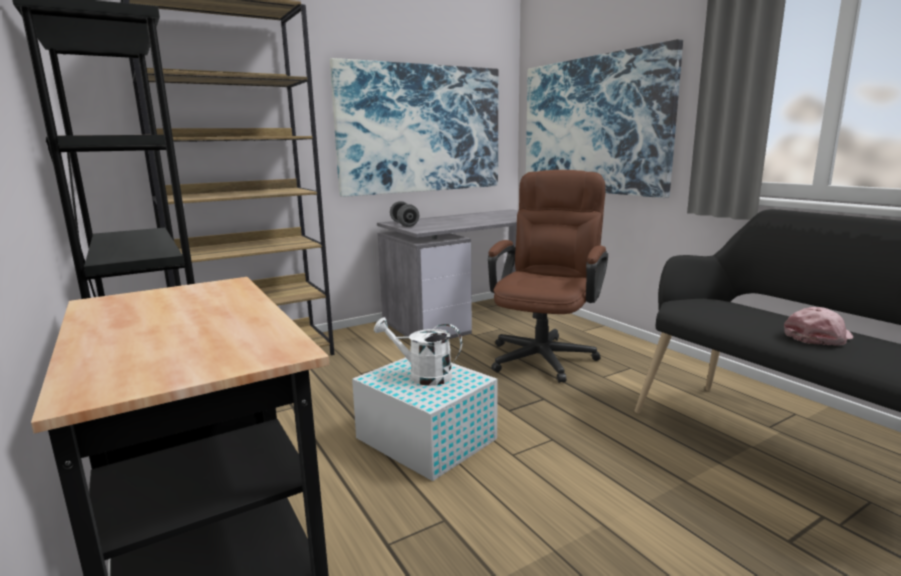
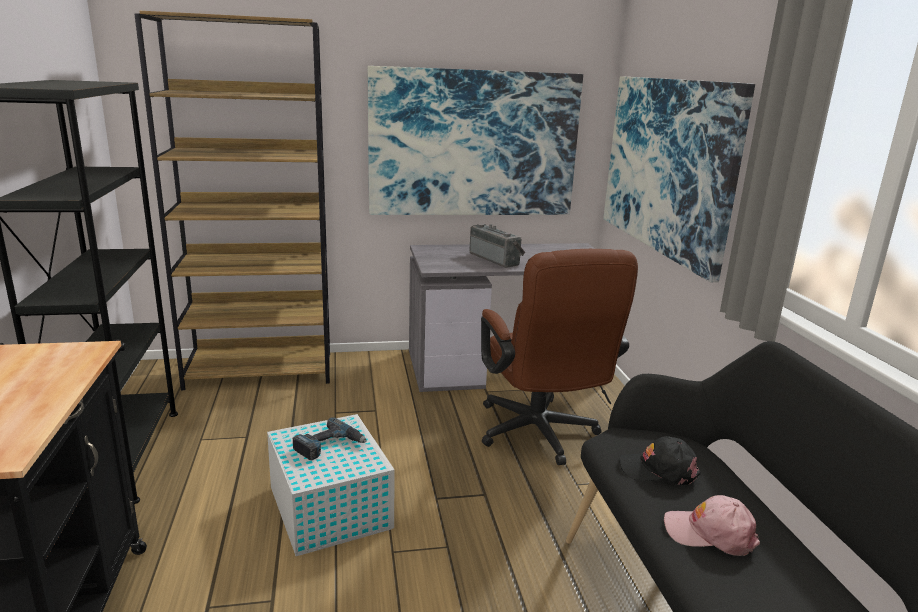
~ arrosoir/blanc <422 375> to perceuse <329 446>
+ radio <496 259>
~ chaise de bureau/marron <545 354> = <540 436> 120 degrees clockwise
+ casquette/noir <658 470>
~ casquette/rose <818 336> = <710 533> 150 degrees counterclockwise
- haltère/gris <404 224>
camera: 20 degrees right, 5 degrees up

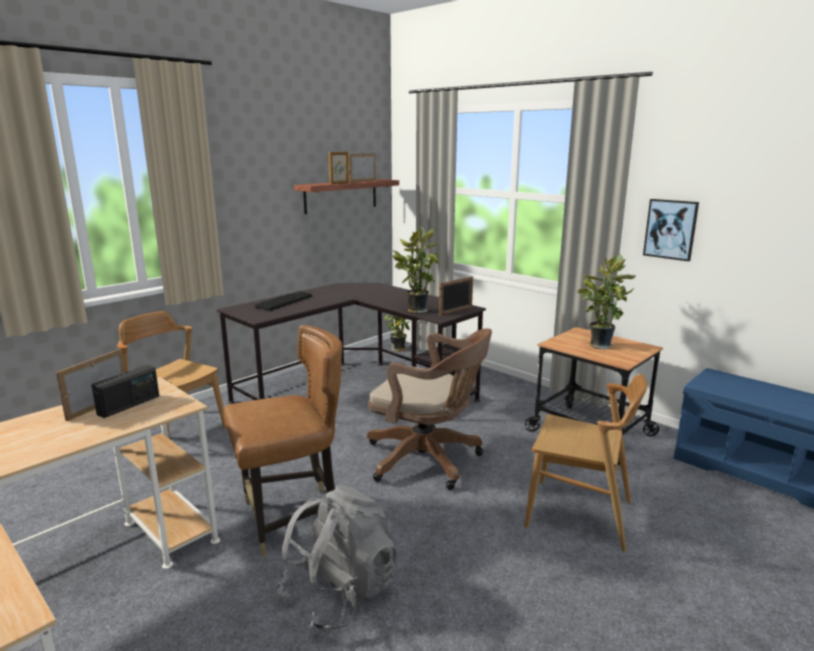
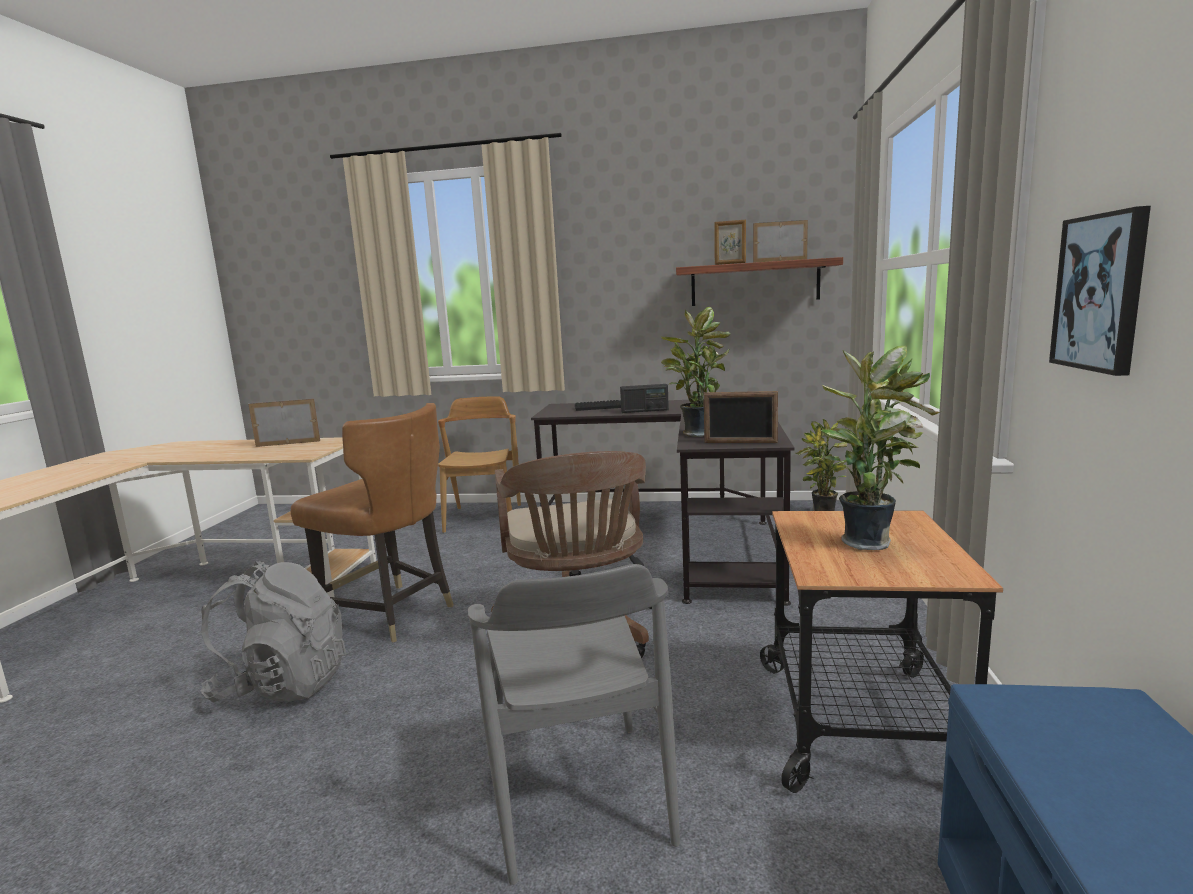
~ chaise/marron <579 514> to chaise/gris <578 797>
~ radio <129 405> to <644 411>
camera: 55 degrees right, 5 degrees down

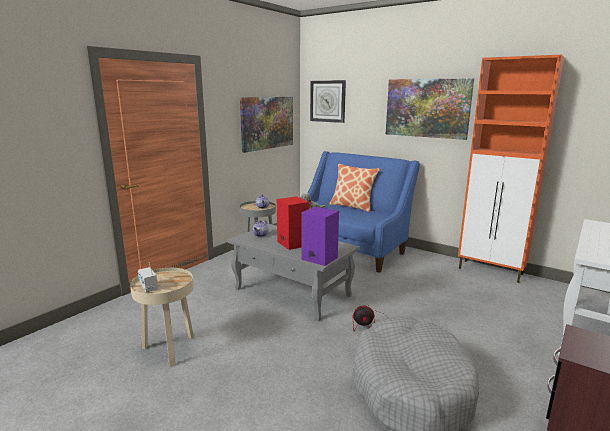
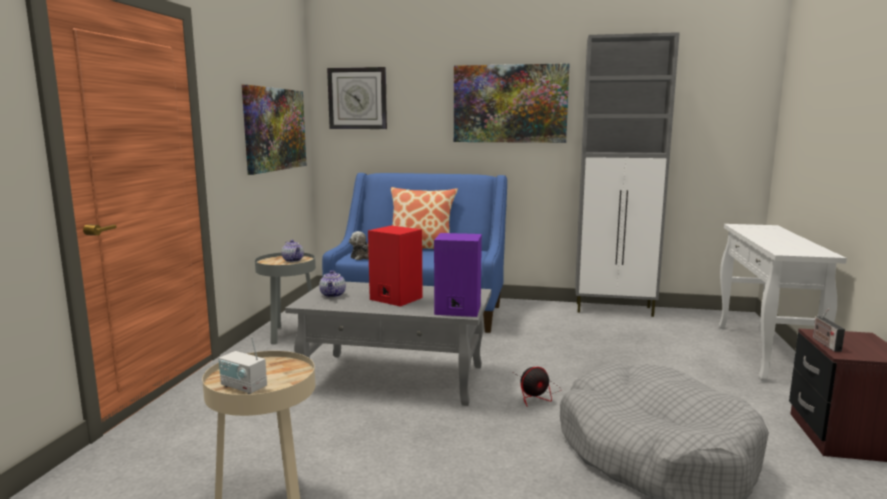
~ meuble de rangement/orange <491 271> to meuble de rangement/gris <615 310>
+ radio <824 343>
camera: 25 degrees left, 5 degrees down

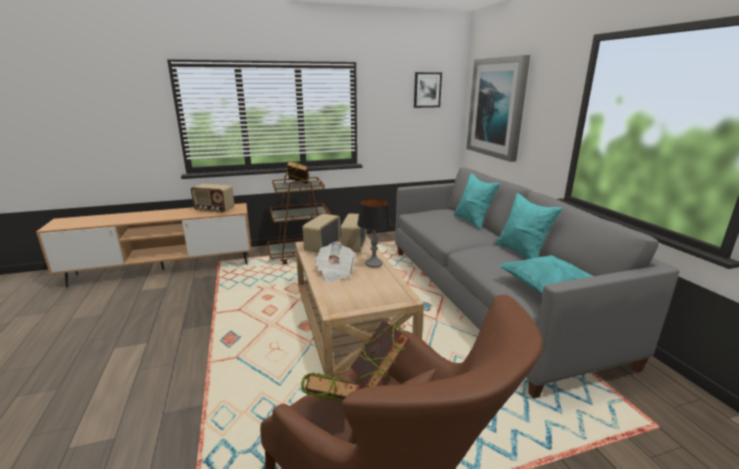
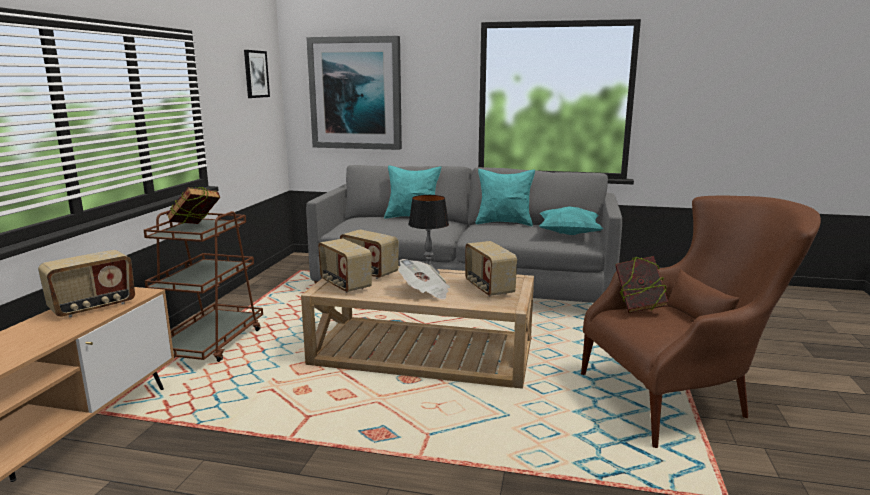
+ radio <488 288>
- livre <330 413>
camera: 60 degrees left, 5 degrees down

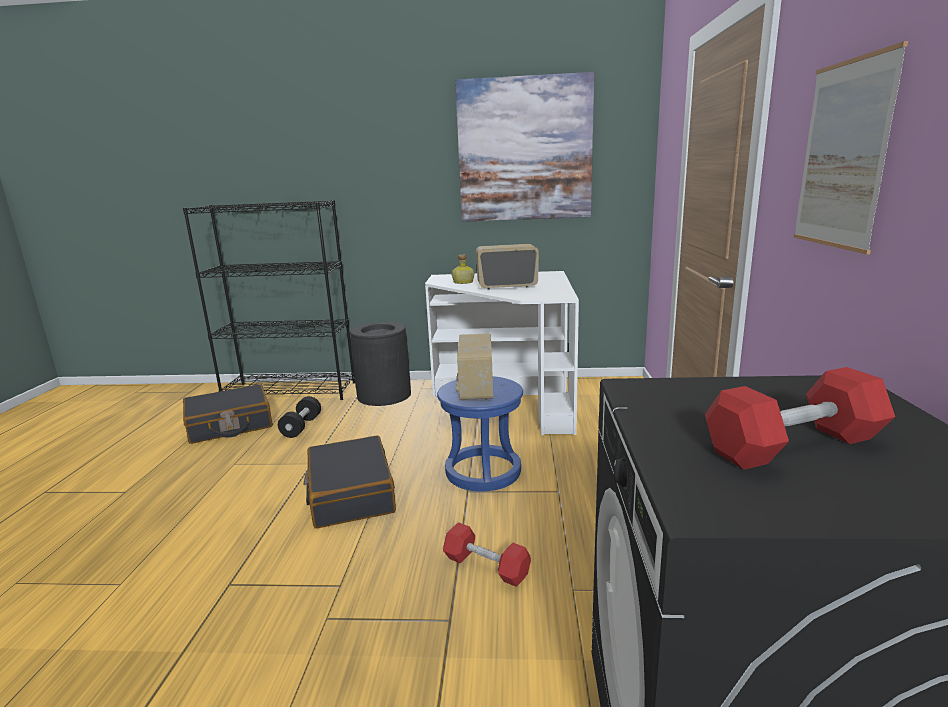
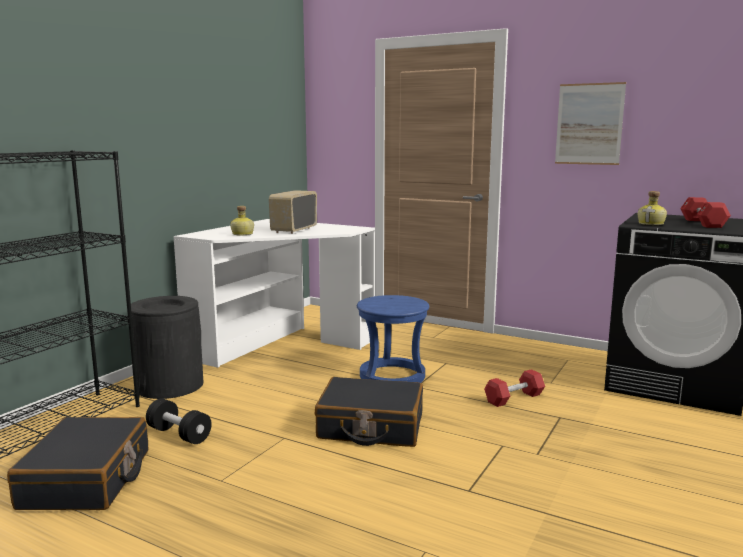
+ bouteille <651 224>
- tableau <524 150>
- radio <475 390>
camera: 65 degrees left, 5 degrees down

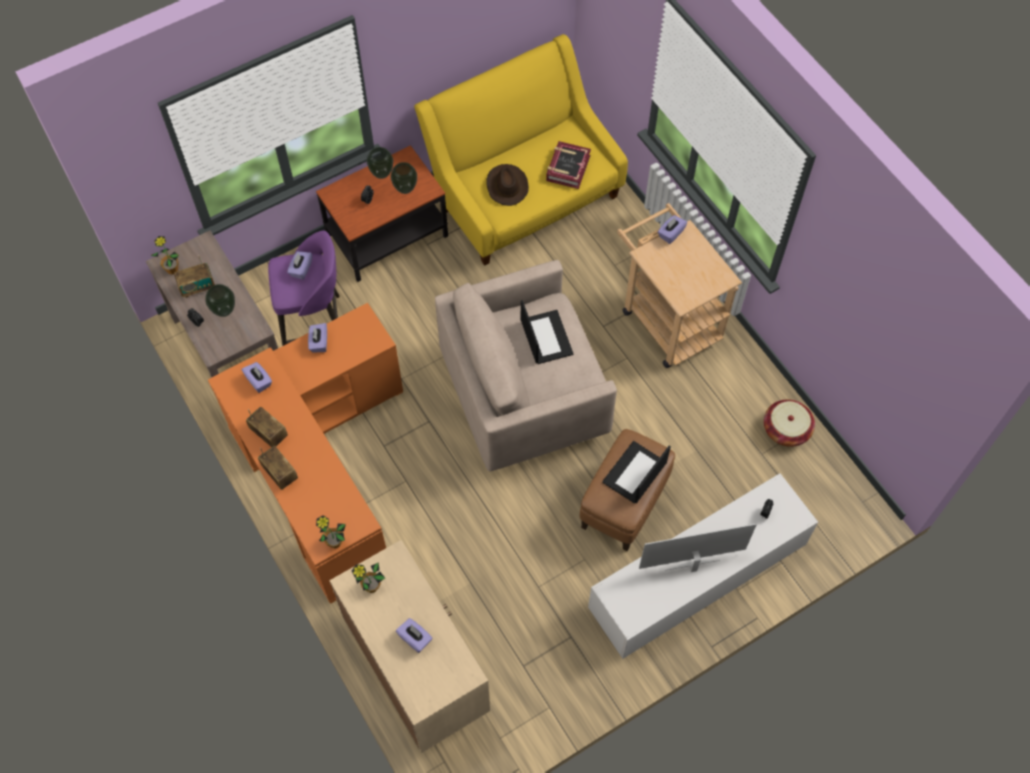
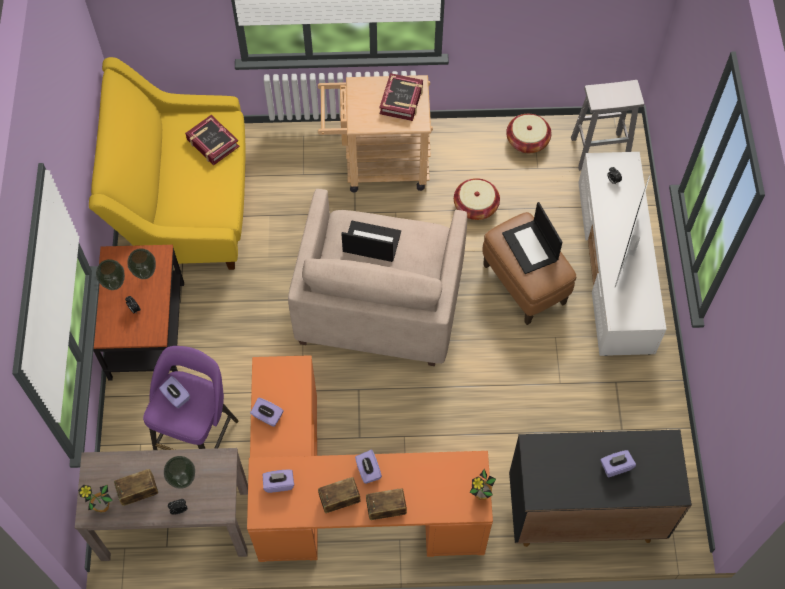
~ radio <197 287> = <139 492> 120 degrees counterclockwise
~ boîte à mouchoirs/violet <671 234> to <368 471>
+ livre <401 100>
+ panier <475 206>
~ meuble de rangement/beige <416 670> to meuble de rangement/noir <582 513>
+ tabouret/blanc <600 151>
- plante en pot <371 587>
- chapeau/marron <506 186>
camera: 60 degrees left, 0 degrees up

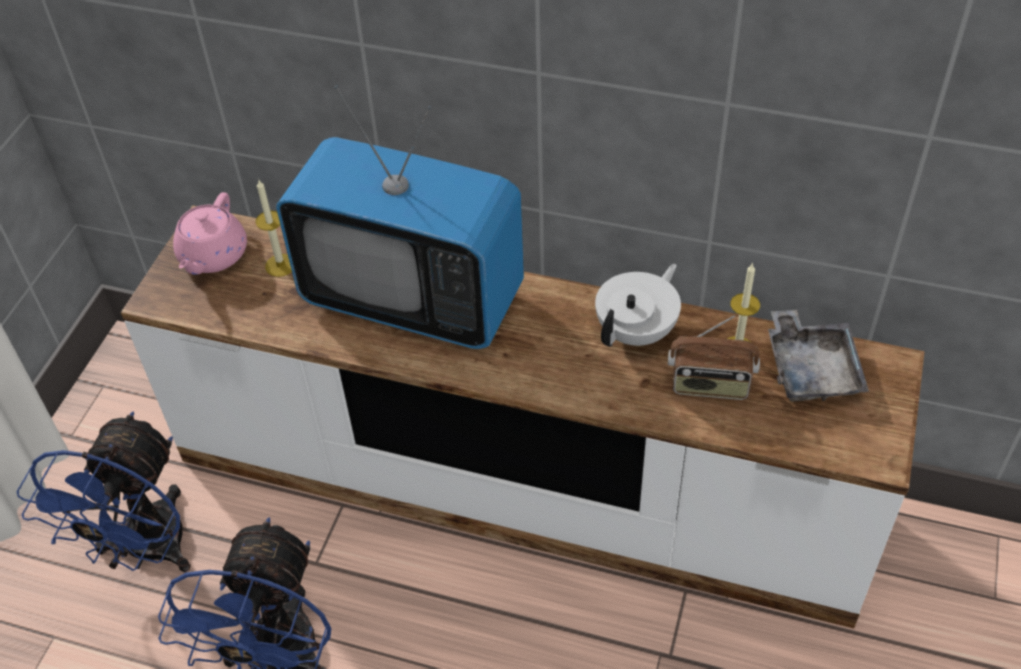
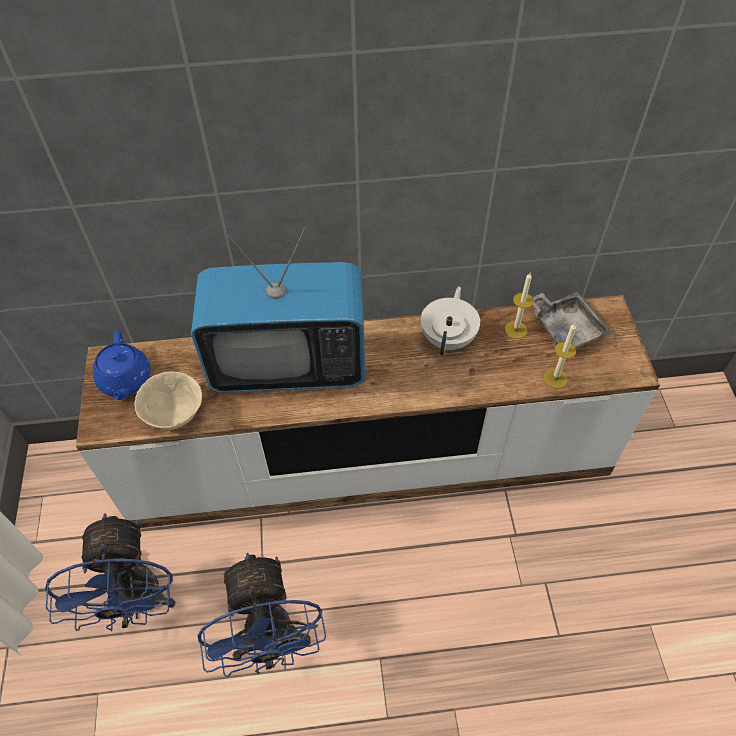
~ théière/rose <212 256> to théière/bleu <125 380>
+ bol/beige <175 416>
~ bougie <280 265> to <555 378>
- radio <710 385>
camera: 25 degrees left, 5 degrees up

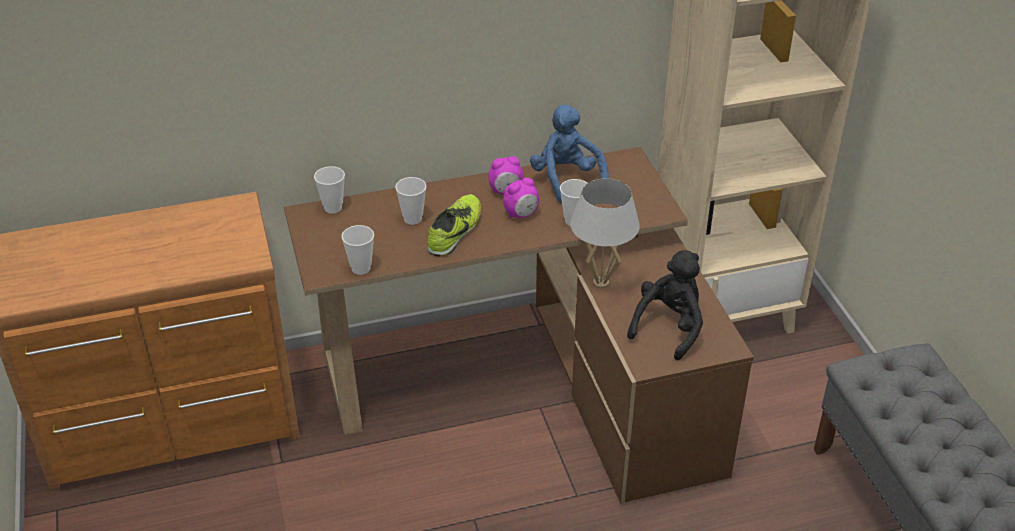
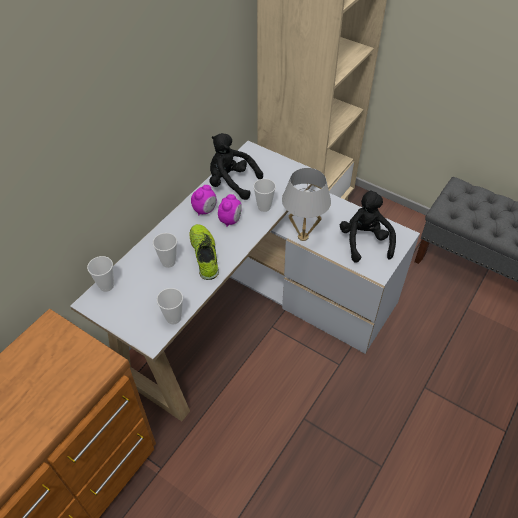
~ bureau/marron <531 380> to bureau/blanc <251 313>
~ peluche/bleu <566 180> to peluche/noir <231 183>
camera: 40 degrees left, 10 degrees up

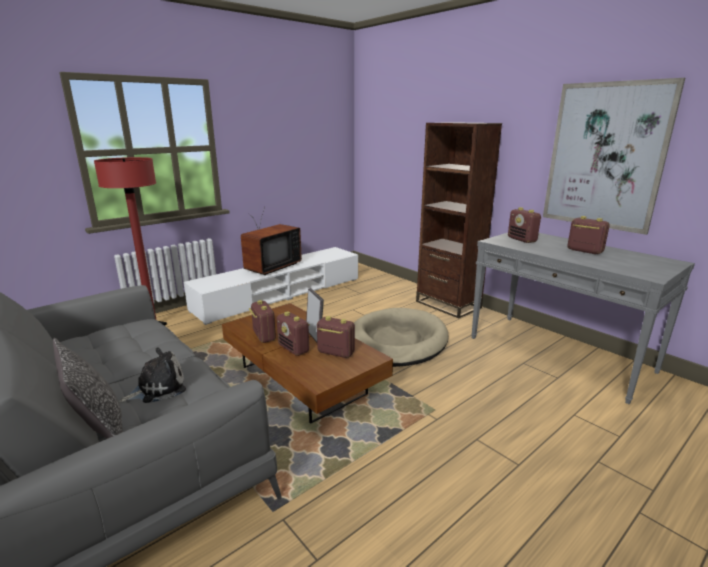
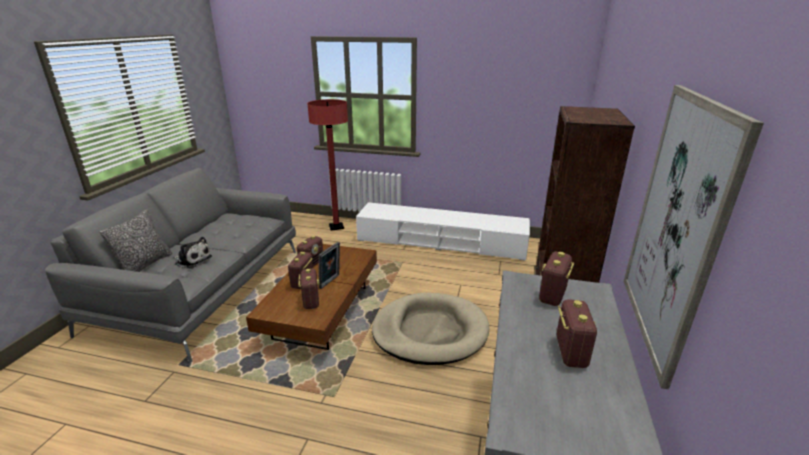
- téléviseur <270 267>
camera: 55 degrees right, 5 degrees up

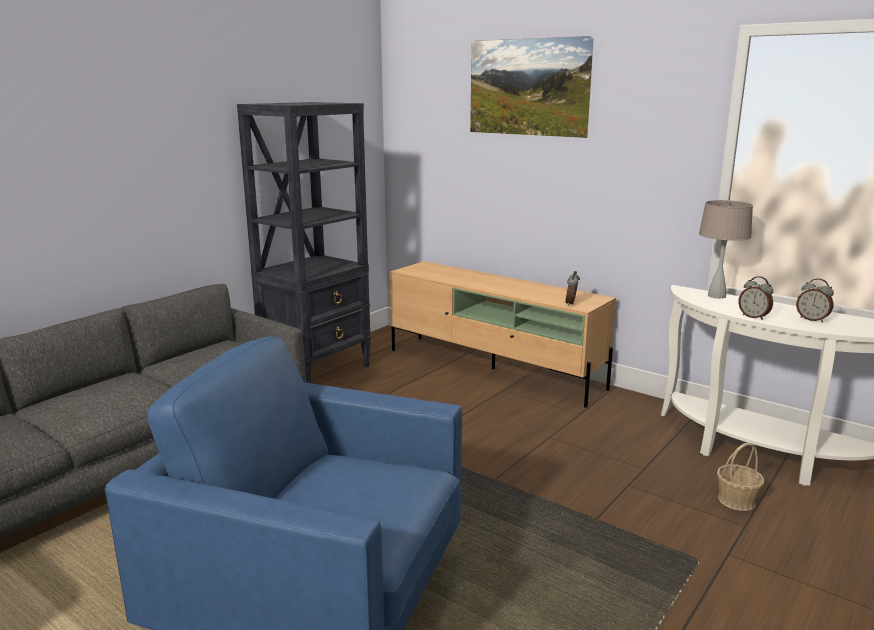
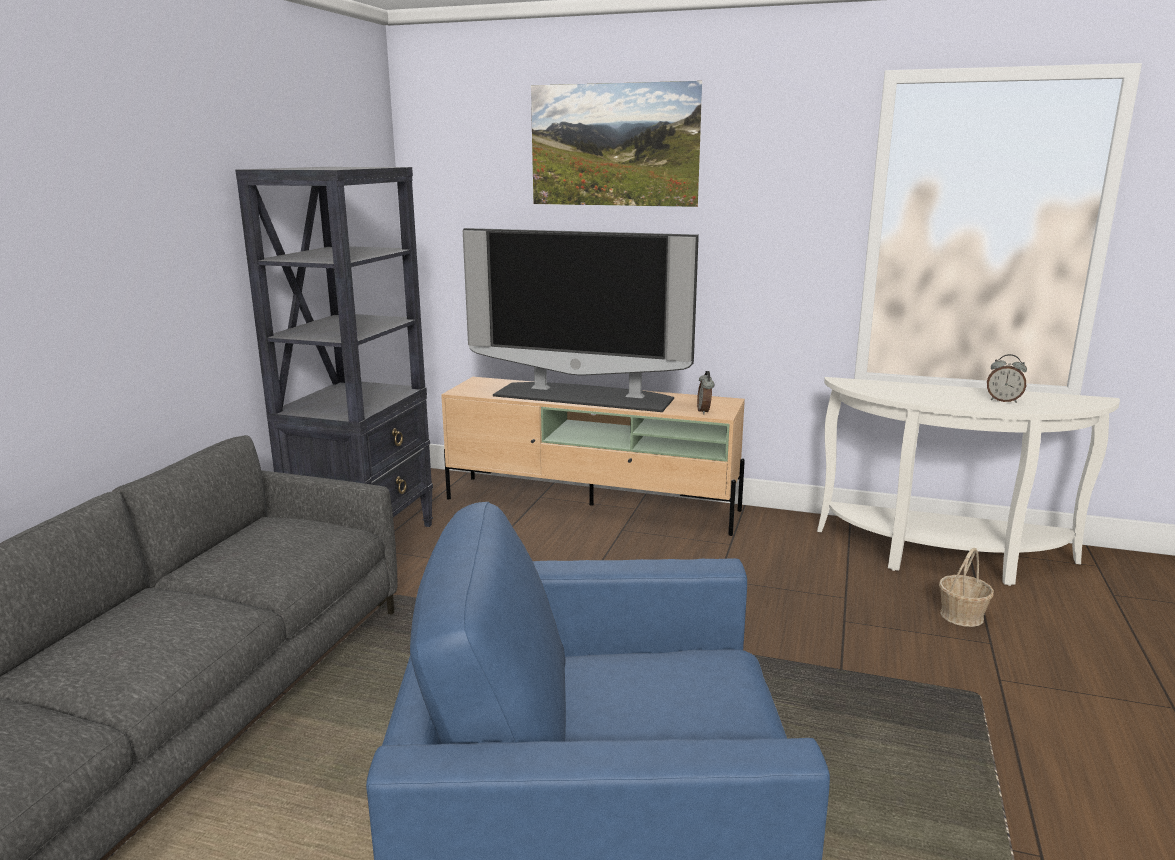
+ téléviseur <584 396>
- lampe de table/beige <717 296>
- réveil <753 317>
camera: 20 degrees left, 0 degrees up

